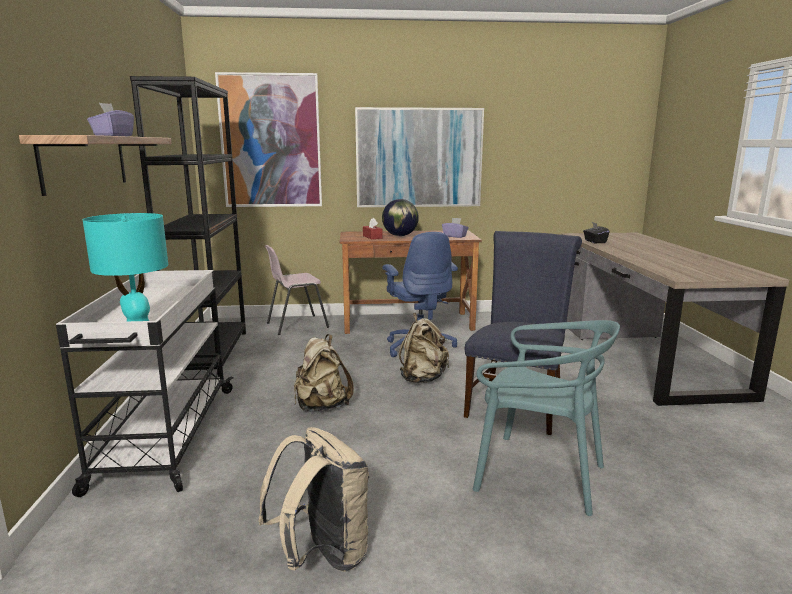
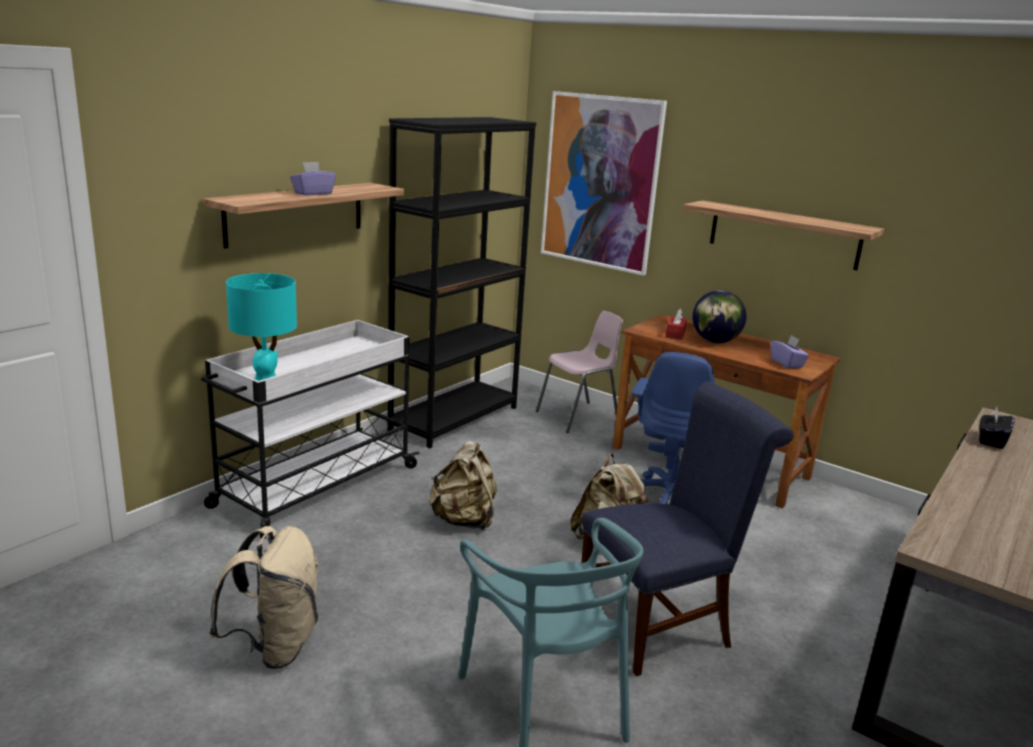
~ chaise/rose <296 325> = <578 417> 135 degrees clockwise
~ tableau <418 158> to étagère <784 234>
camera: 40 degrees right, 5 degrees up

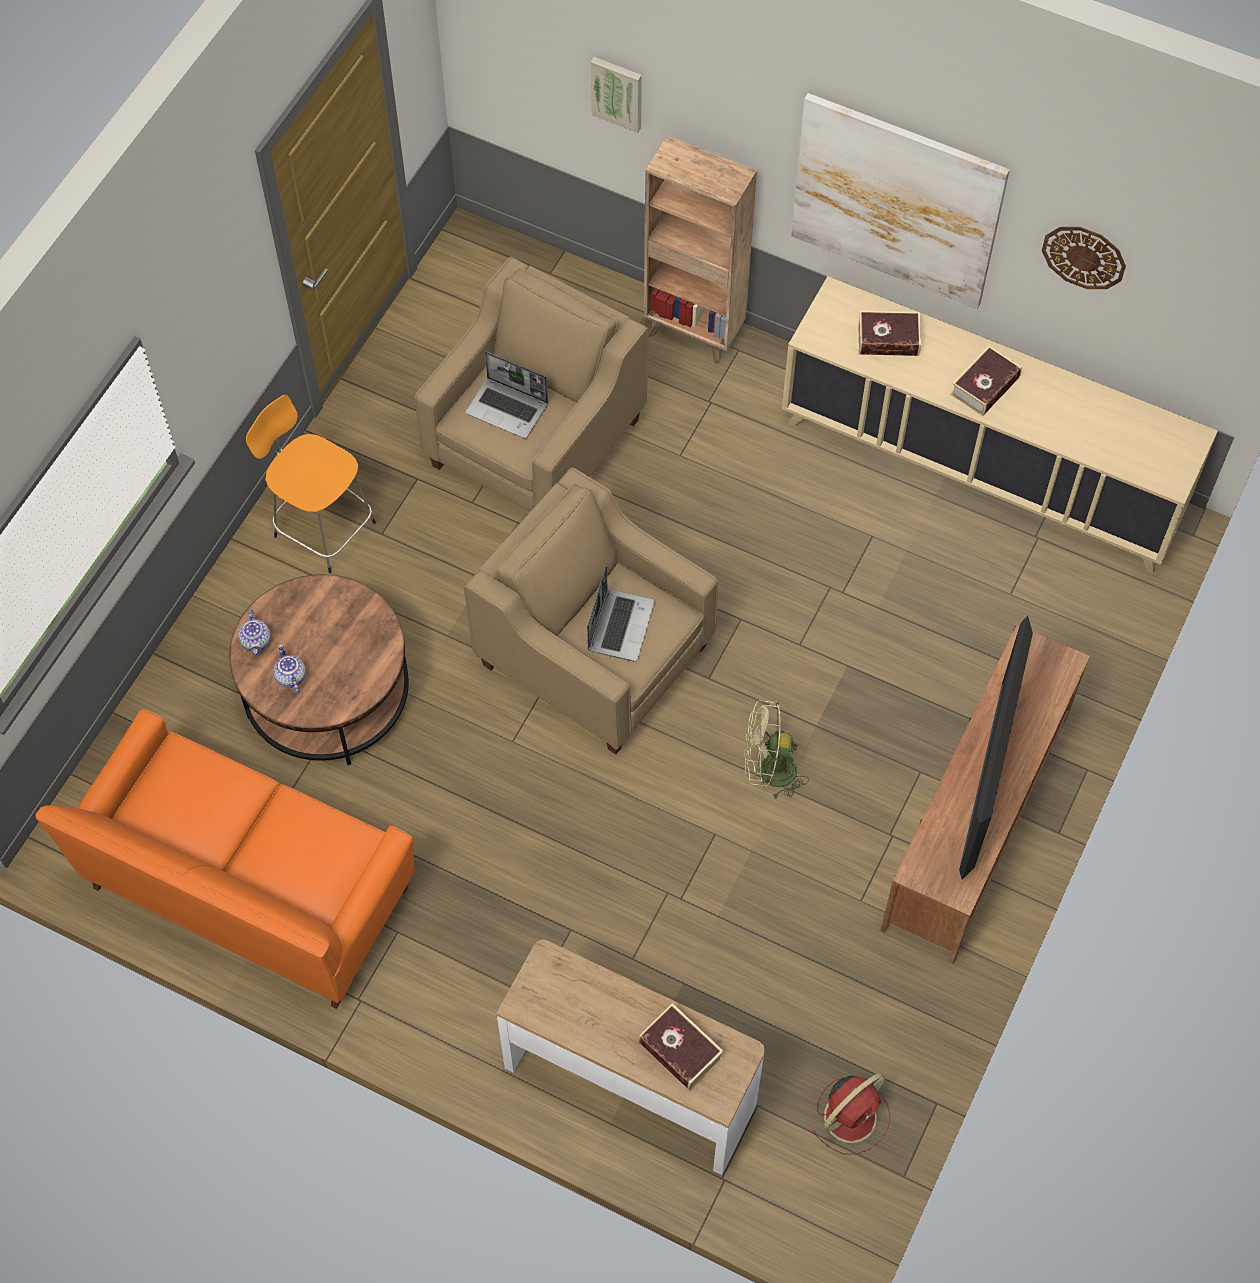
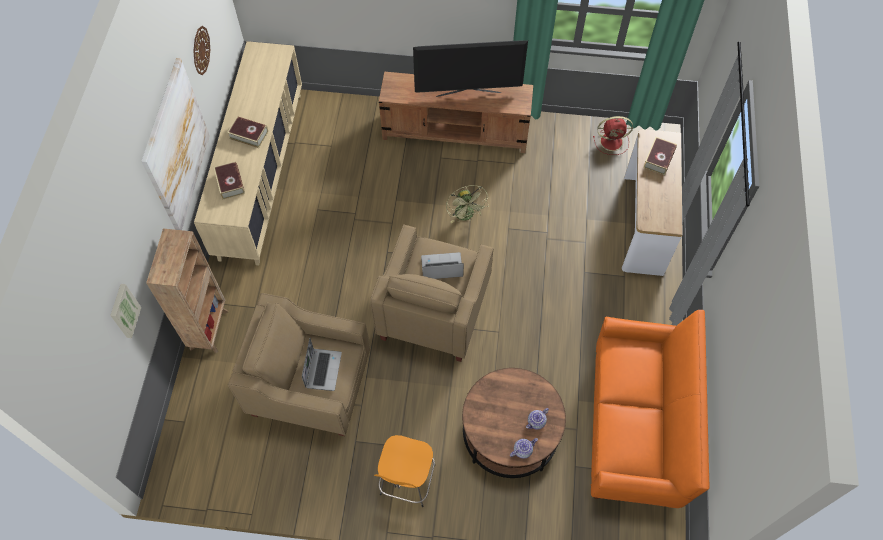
~ ventilateur/rouge <852 1115> = <612 141> 150 degrees clockwise
camera: 110 degrees left, 0 degrees up

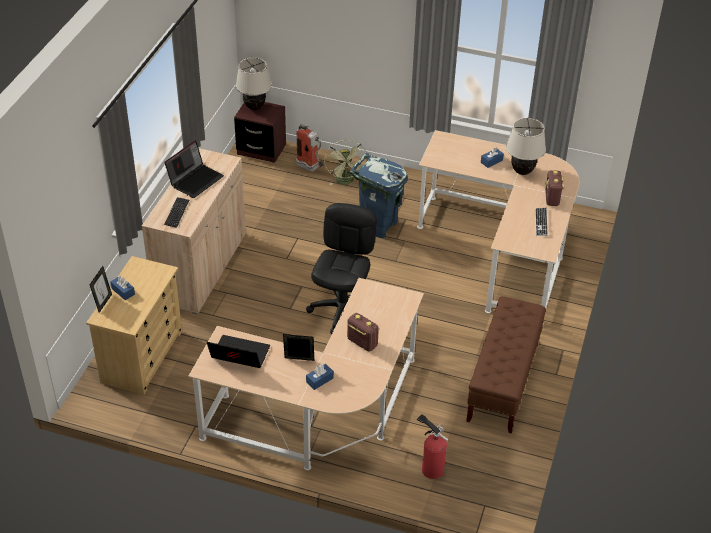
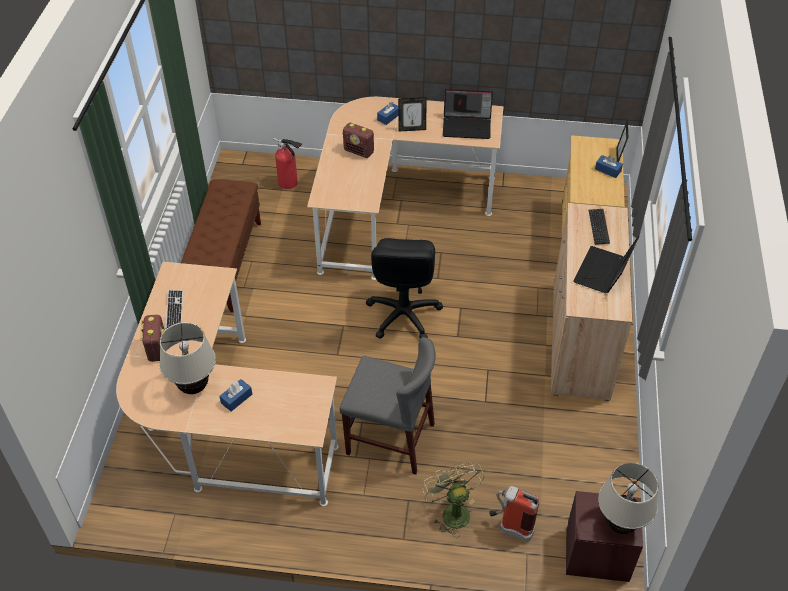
~ poubelle/bleu <377 225> to chaise/gris <390 439>
camera: 170 degrees right, 5 degrees up

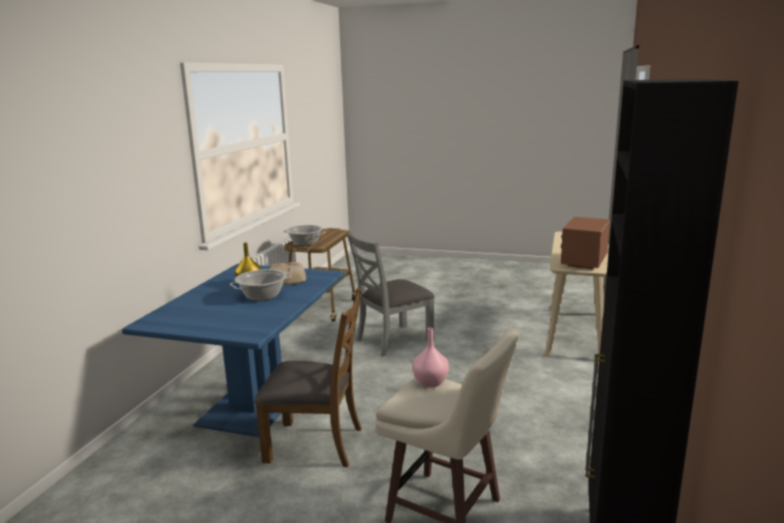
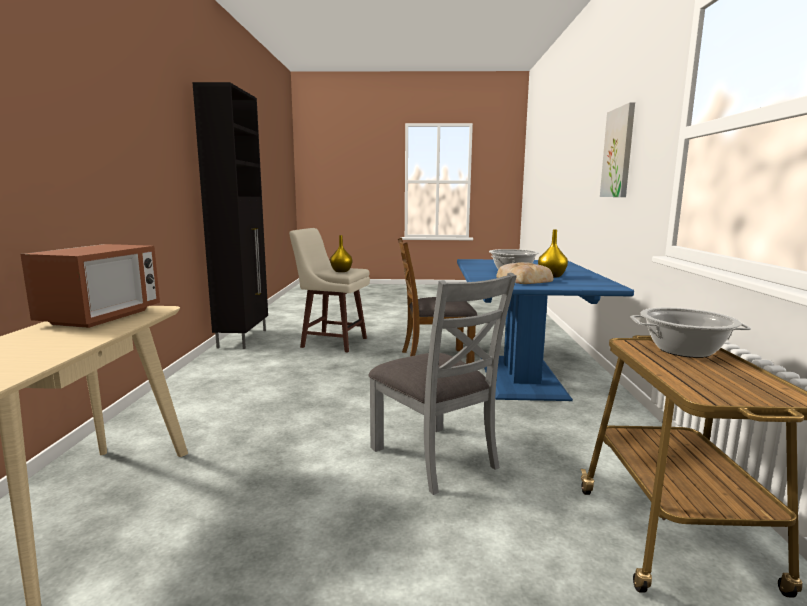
~ vase/rose <431 383> to vase/jaune <341 271>
~ chaise/gris <393 340> = <435 457> 105 degrees clockwise
+ tableau <618 153>
camera: 165 degrees right, 5 degrees down

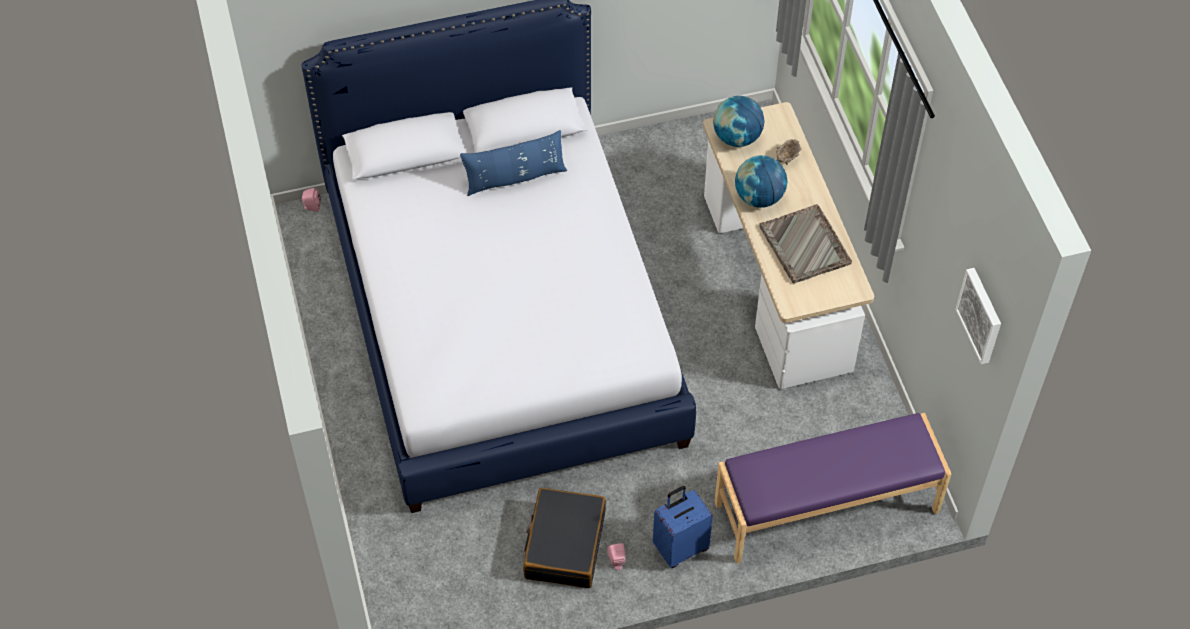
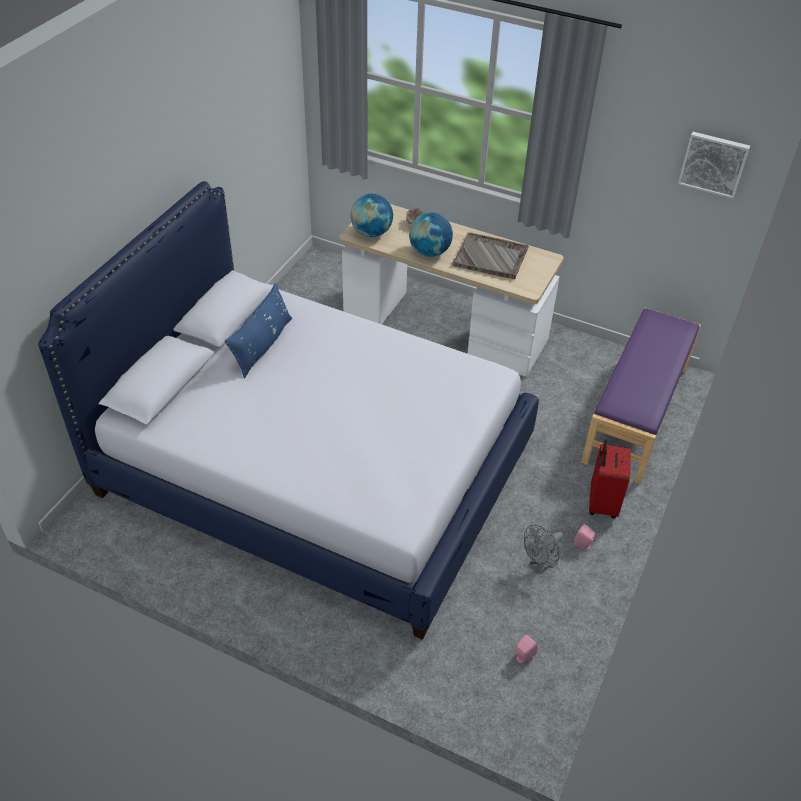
~ enceinte/rose <311 207> to <523 657>
~ valise/noir <564 545> to ventilateur/gris <540 565>
~ valise/bleu <680 547> to valise/rouge <601 503>
camera: 50 degrees left, 10 degrees down

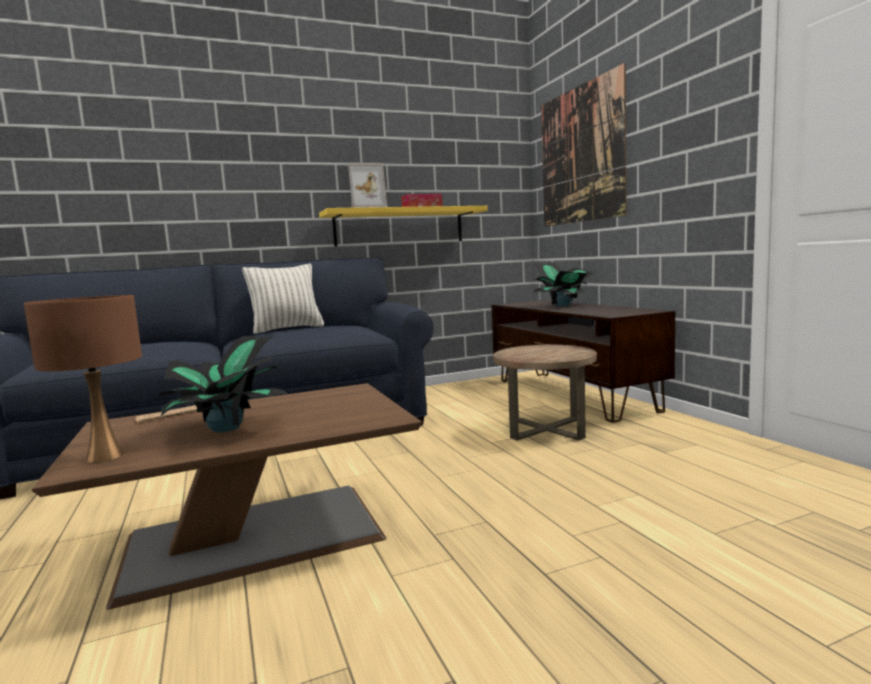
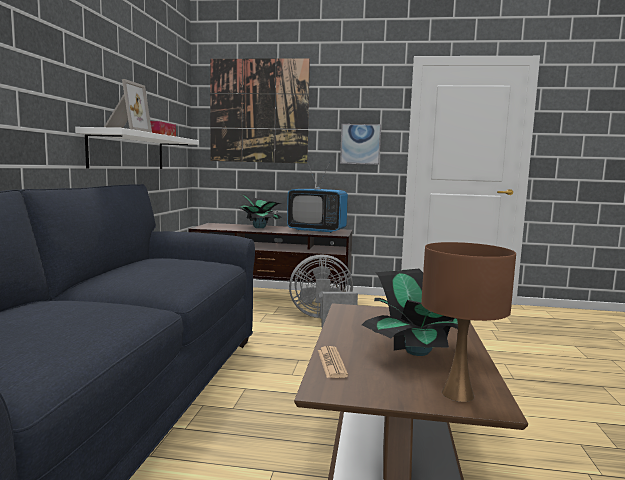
~ étagère/jaune <399 227> to étagère/blanc <128 151>
+ téléviseur <316 230>
~ table d'appoint/marron <545 428> to ventilateur/gris <323 320>
+ tableau <360 144>
- coussin <287 329>
camera: 60 degrees left, 0 degrees up

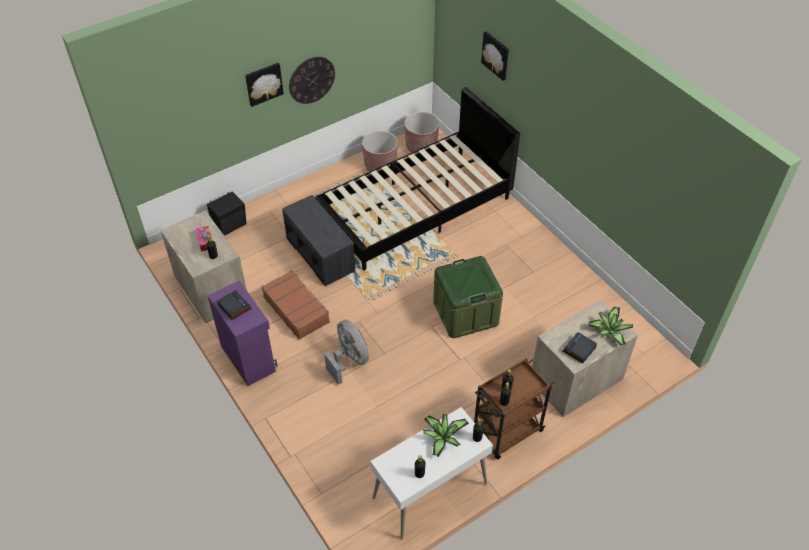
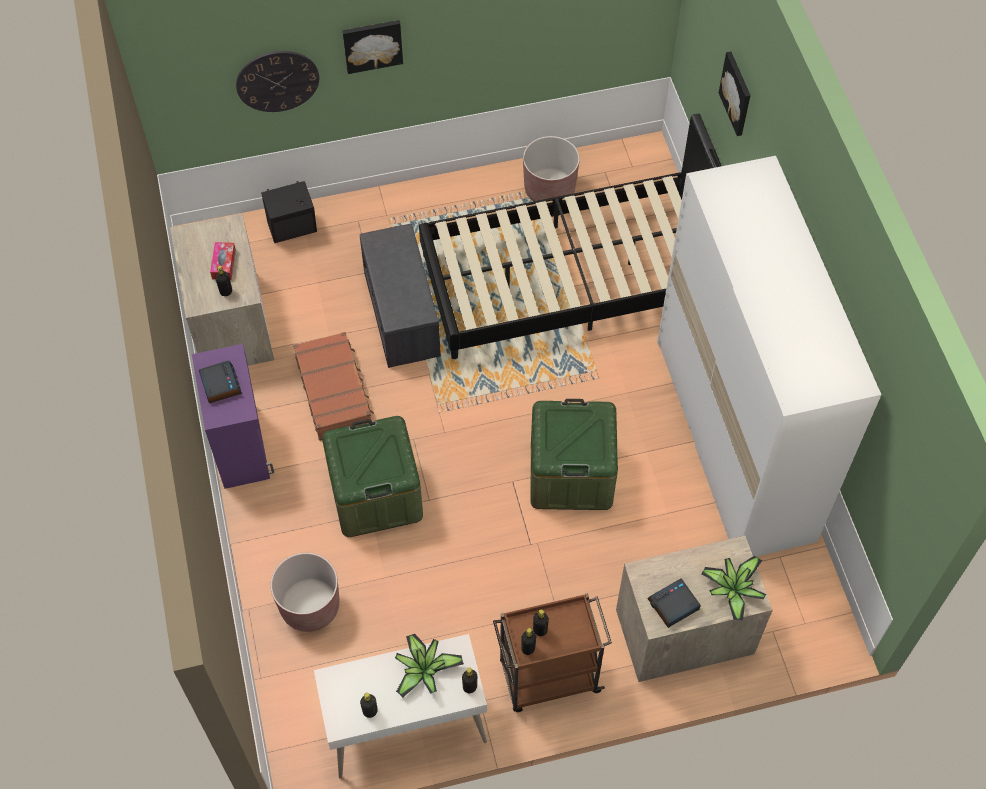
~ horloge murale <311 80> to <277 81>
~ cache-pot/marron <421 147> to <310 606>
~ ventilateur/gris <349 360> to boîte de rangement/vert <375 495>
+ armoire/blanc <734 440>
camera: 20 degrees right, 10 degrees up

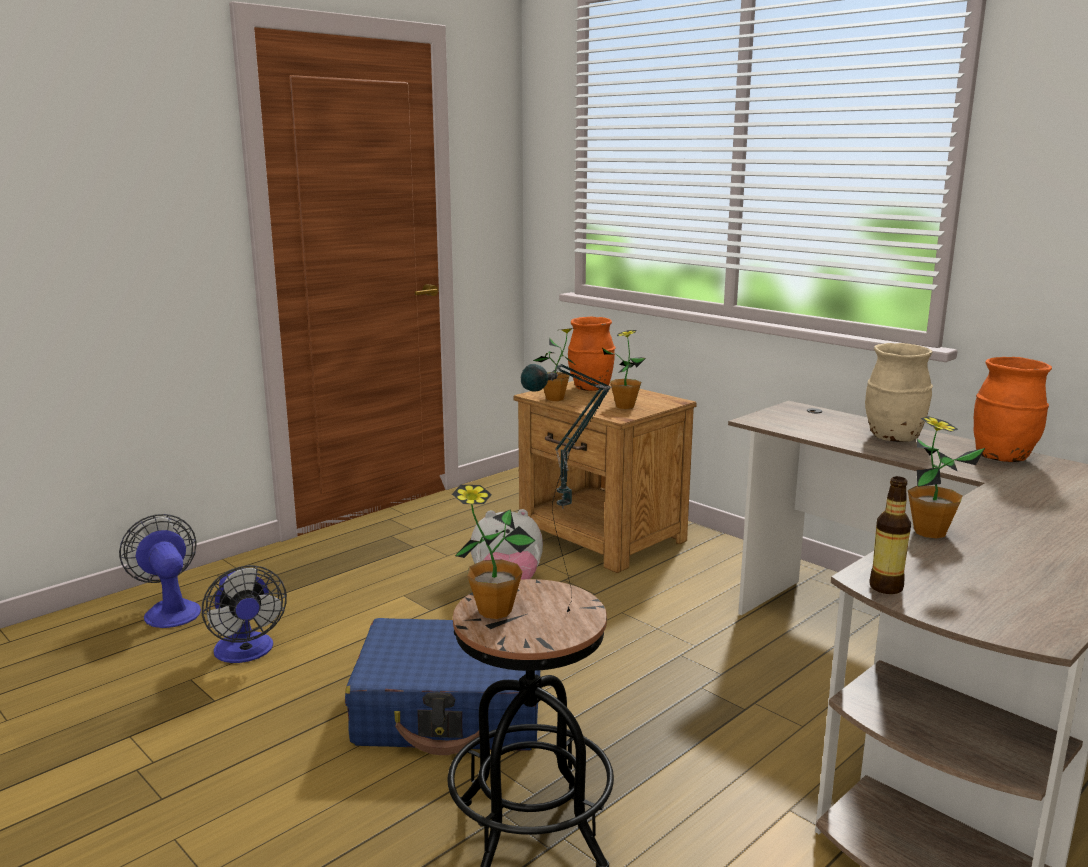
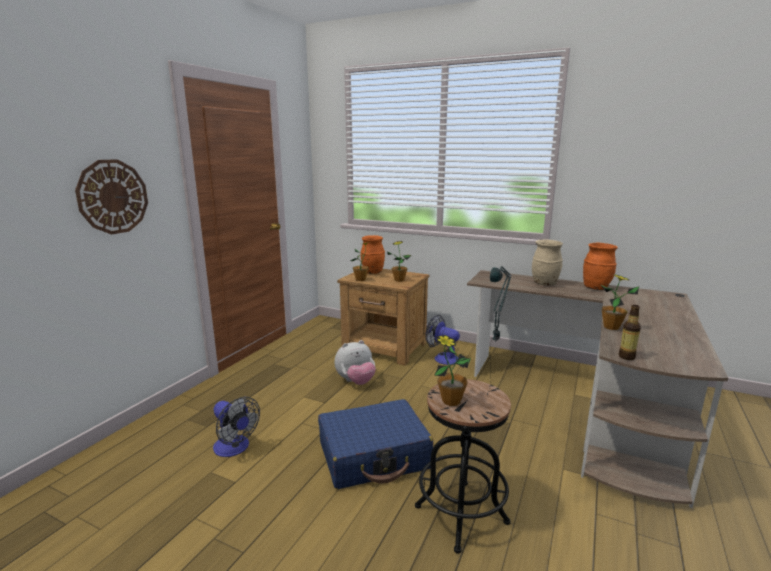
+ horloge murale <113 197>
~ ventilateur <170 610> to <442 358>
camera: 20 degrees left, 0 degrees up

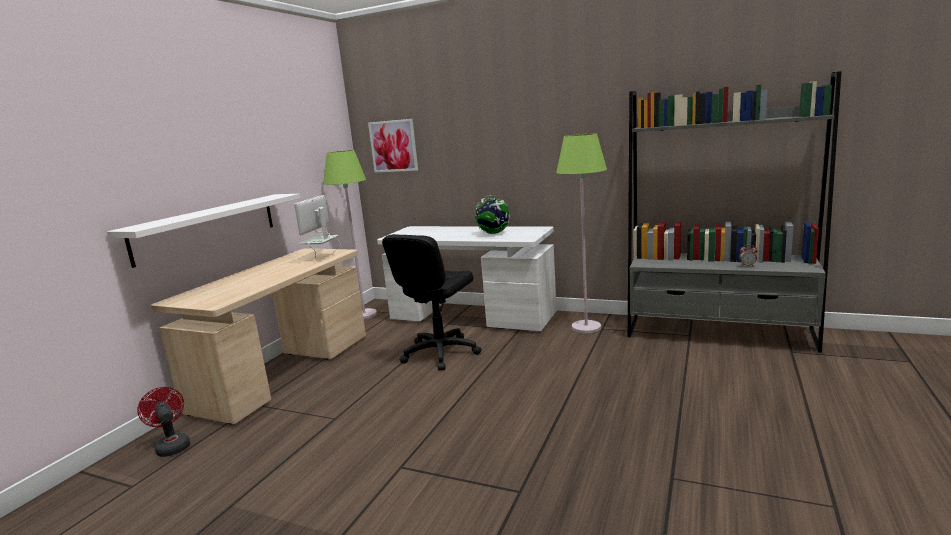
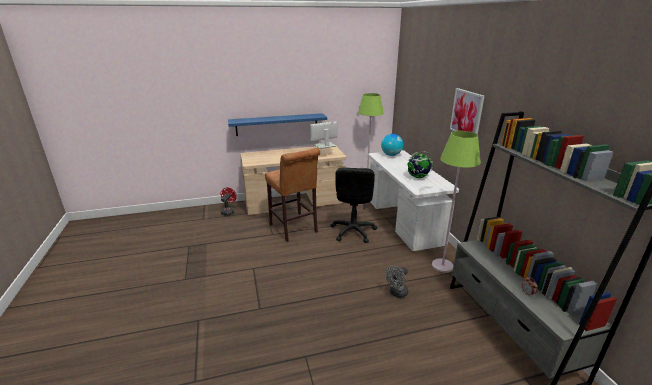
~ étagère/blanc <207 227> to étagère/bleu <277 124>
+ tabouret/marron <294 229>
~ chaise de bureau/noir <440 353> = <353 231> 75 degrees counterclockwise
+ globe <391 155>
+ ventilateur/gris <396 293>
~ tableau <393 146> to <466 113>
camera: 50 degrees right, 10 degrees up

